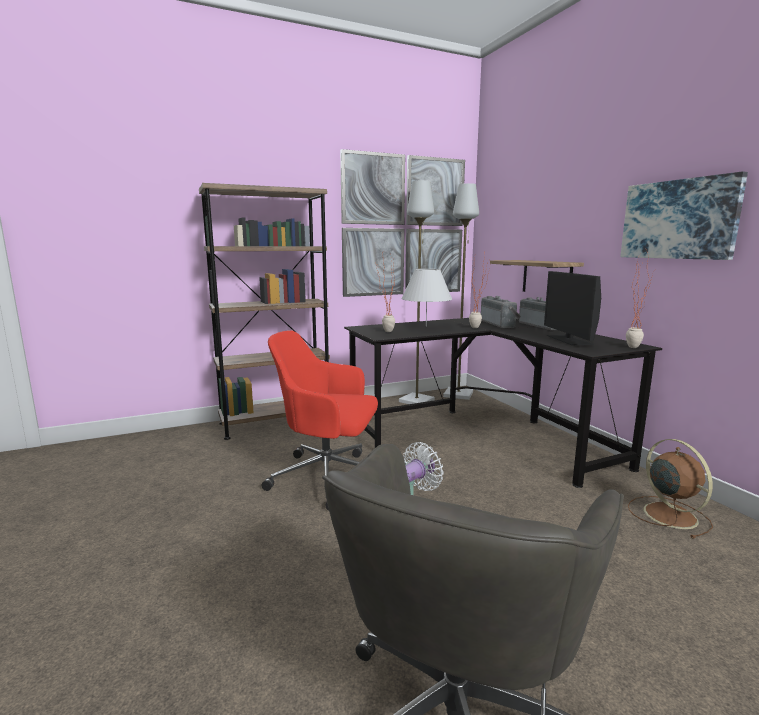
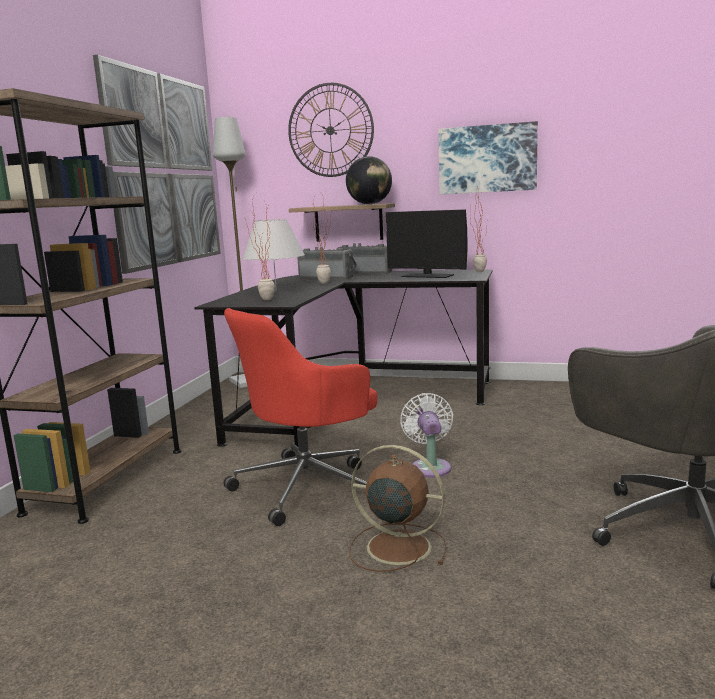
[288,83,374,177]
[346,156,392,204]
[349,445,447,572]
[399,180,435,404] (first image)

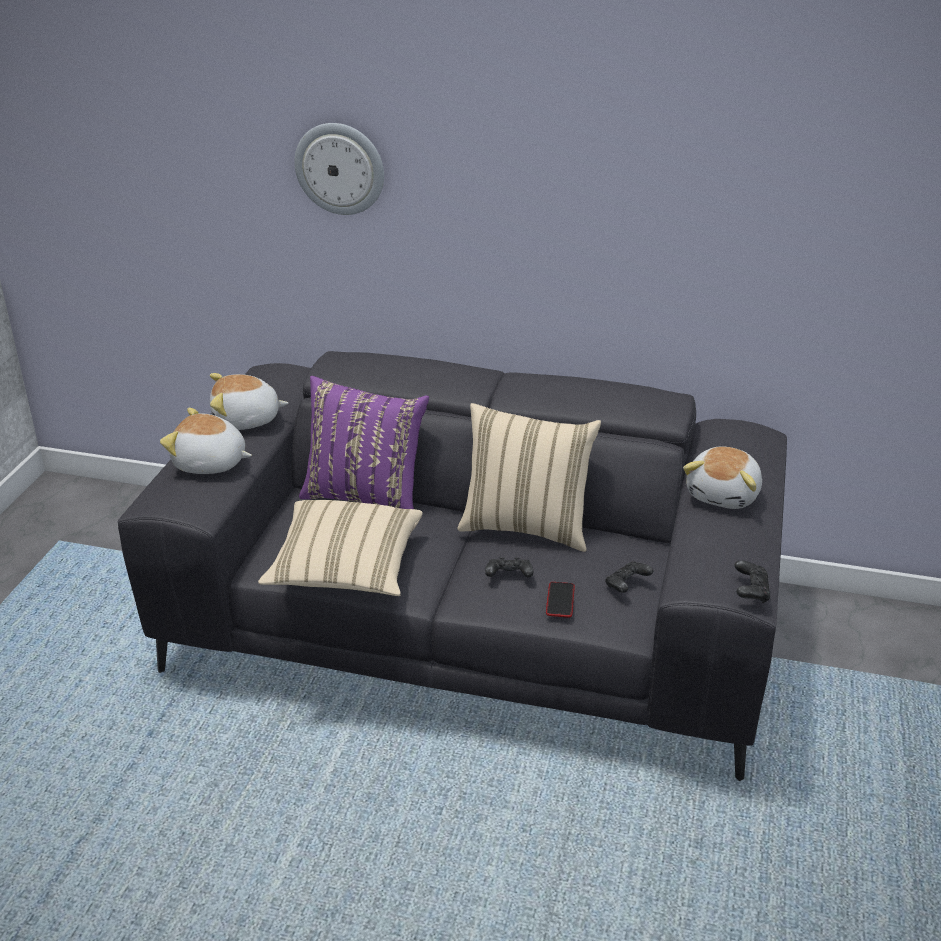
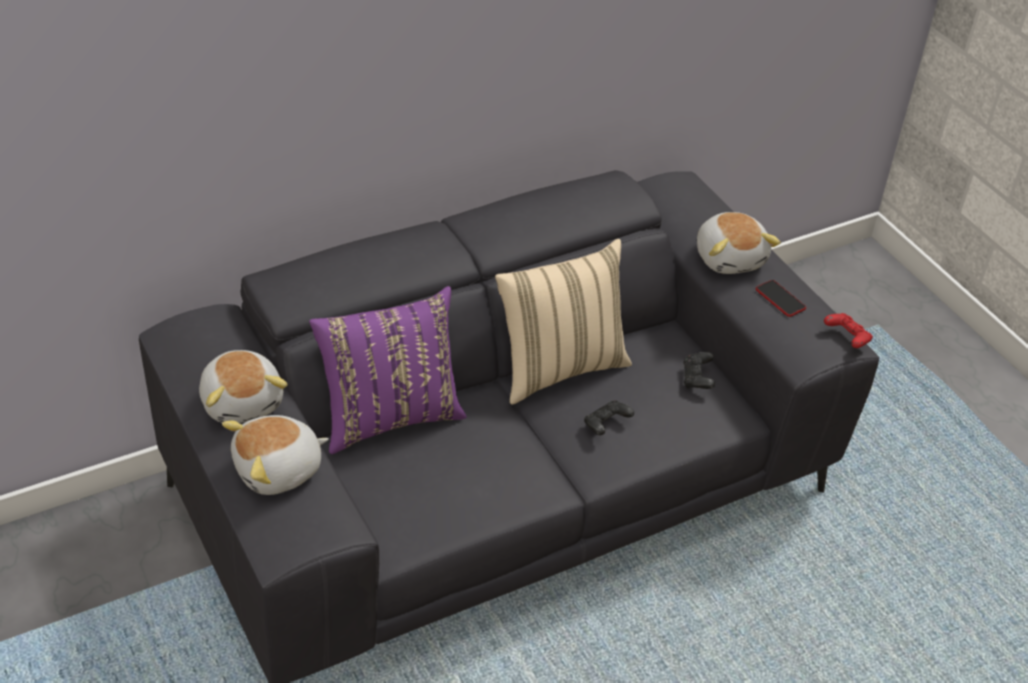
[199,350,288,423]
[756,280,806,317]
[824,313,873,348]
[258,500,423,596] (first image)
[294,123,384,215] (first image)

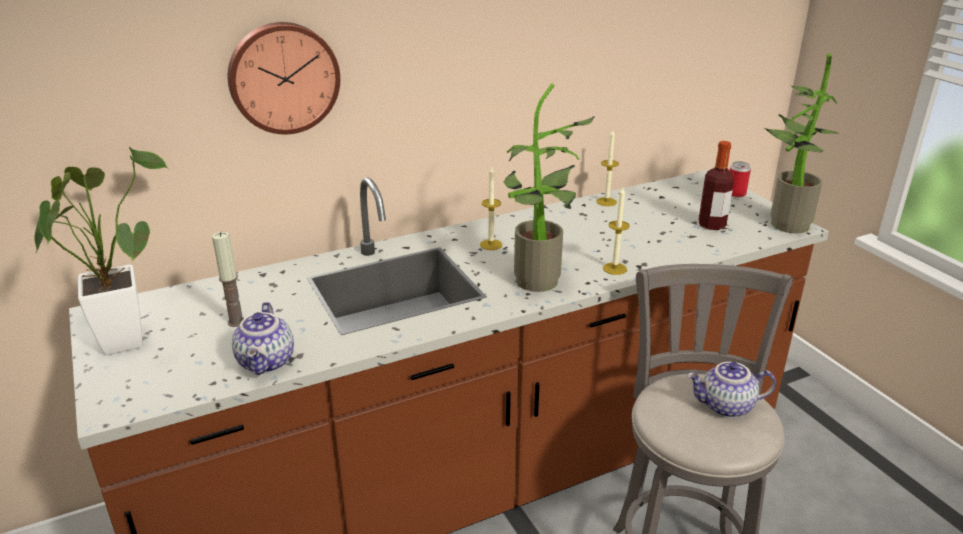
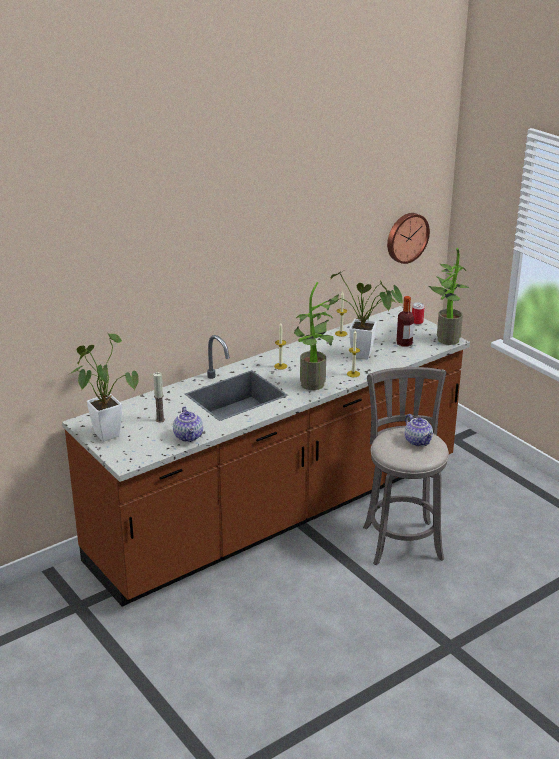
[329,271,403,359]
[387,213,430,264]
[405,414,433,446]

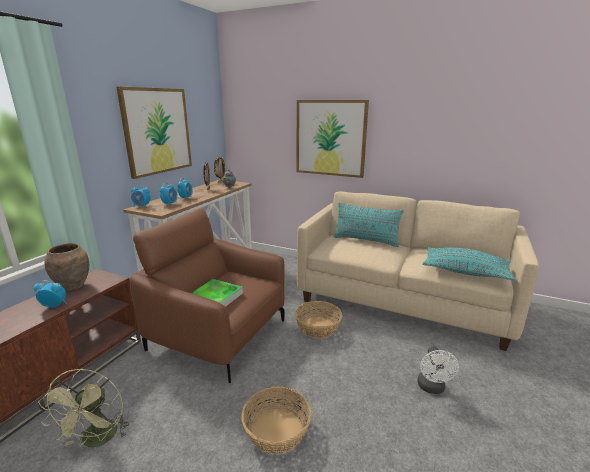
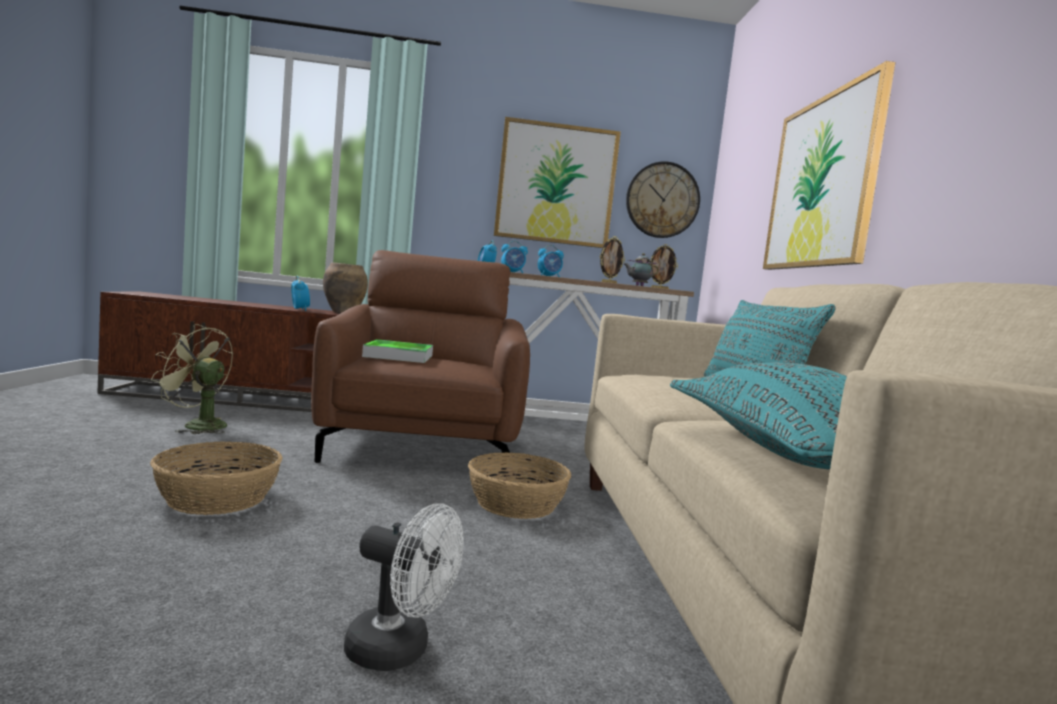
[151,324,233,434]
[344,504,464,671]
[626,161,700,238]

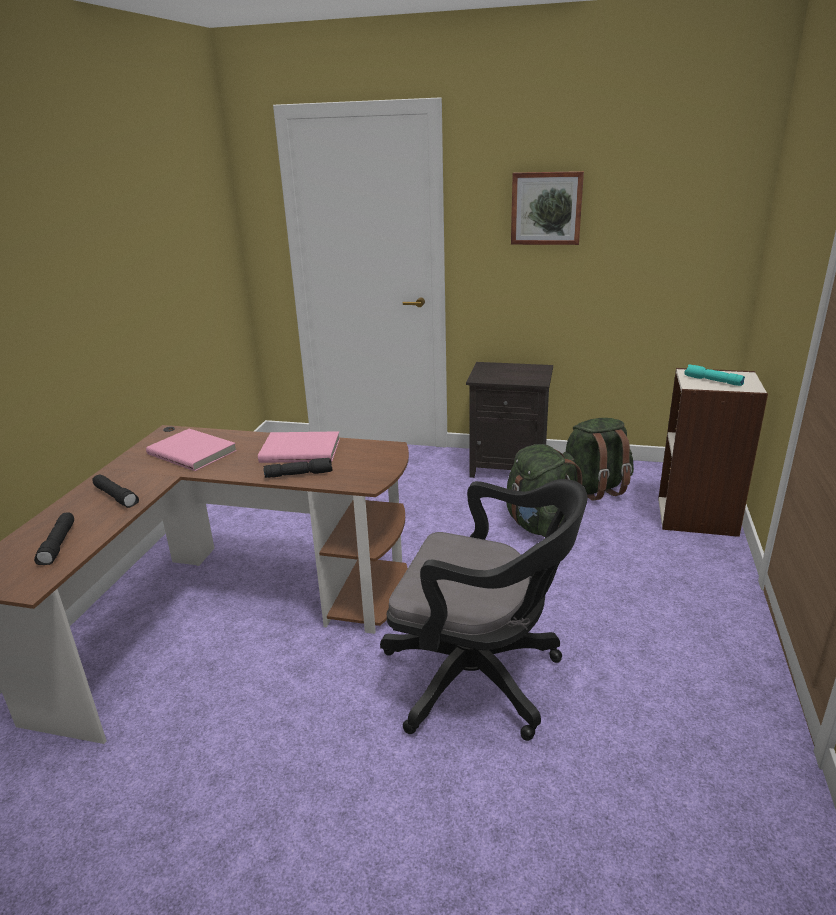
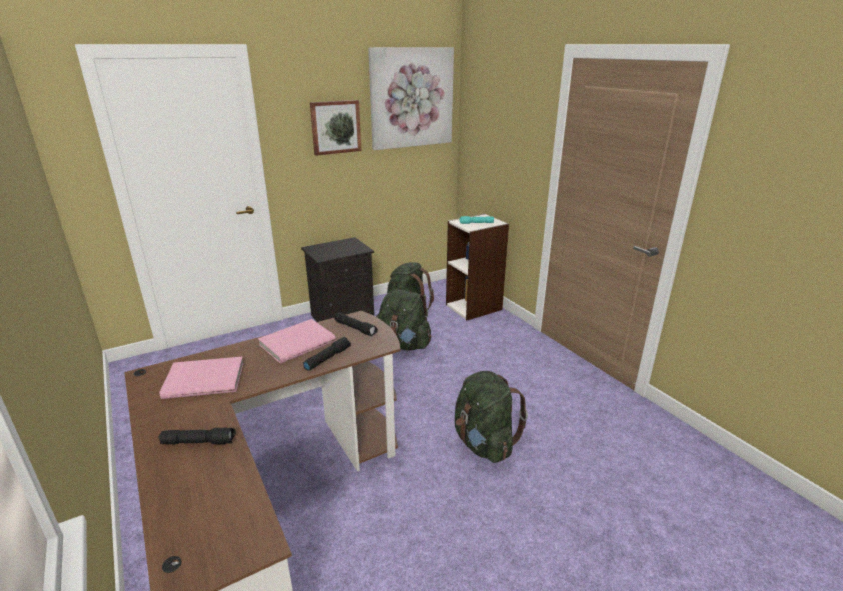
[334,313,378,336]
[368,47,454,150]
[455,371,528,463]

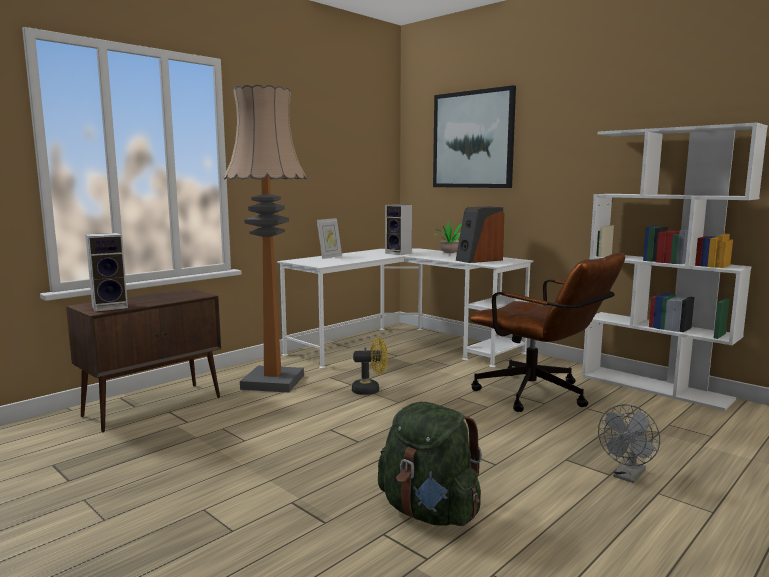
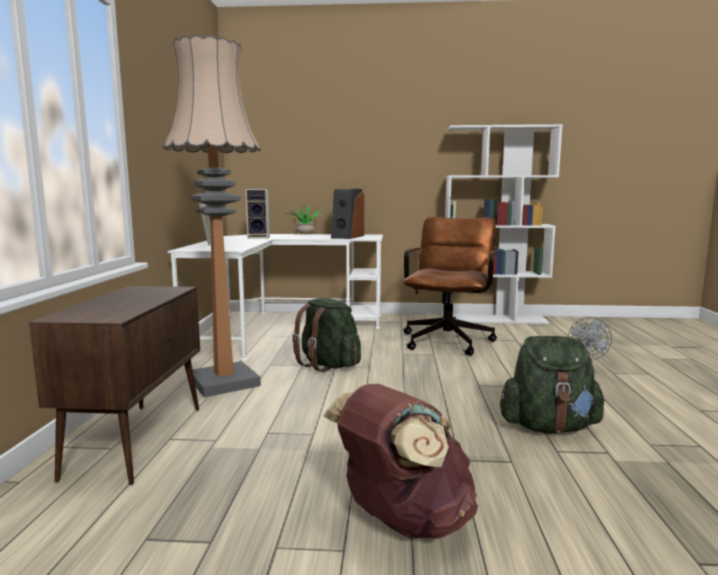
[292,298,361,372]
[323,384,478,539]
[403,216,498,356]
[85,233,128,312] (first image)
[433,85,516,188] (first image)

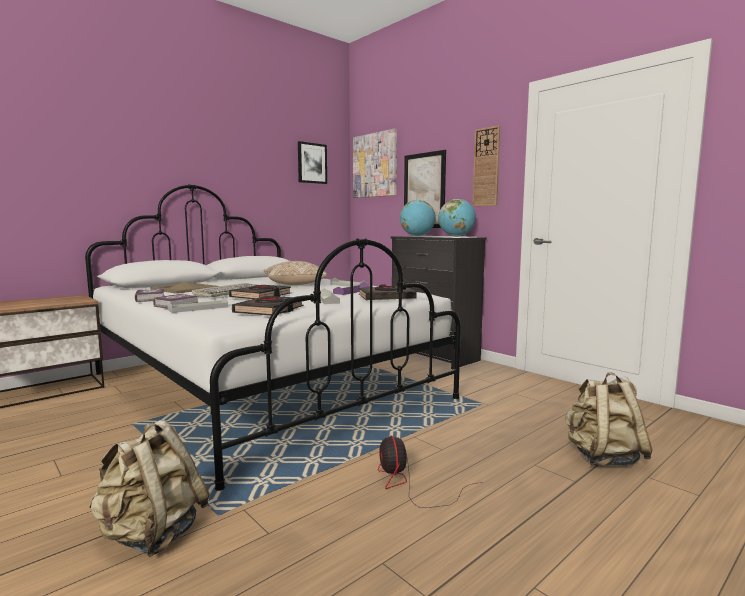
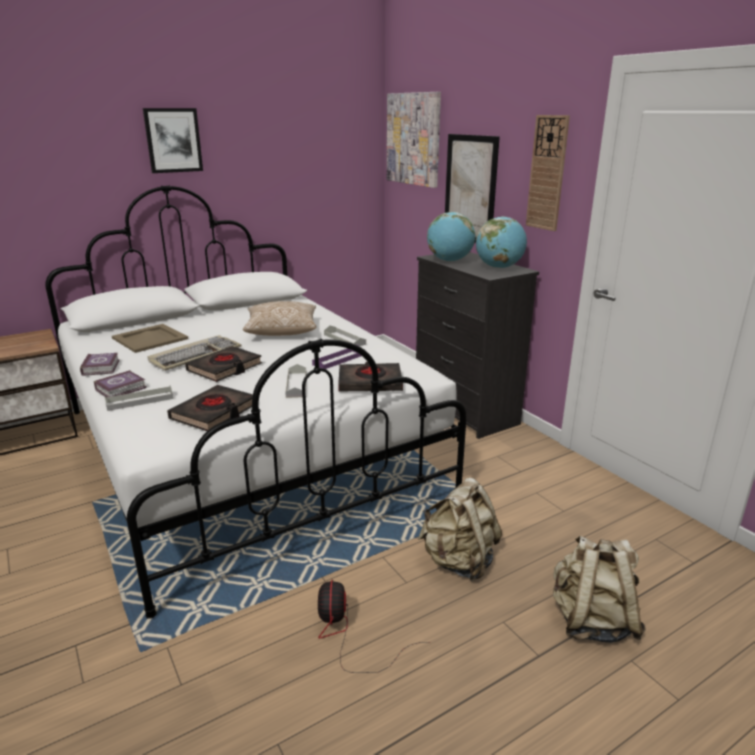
[143,108,203,173]
[418,478,502,582]

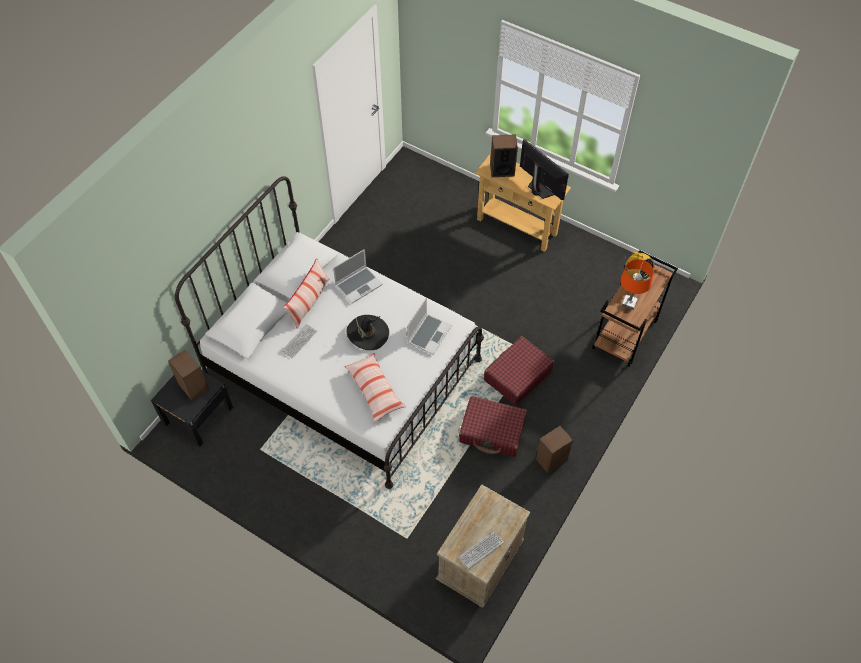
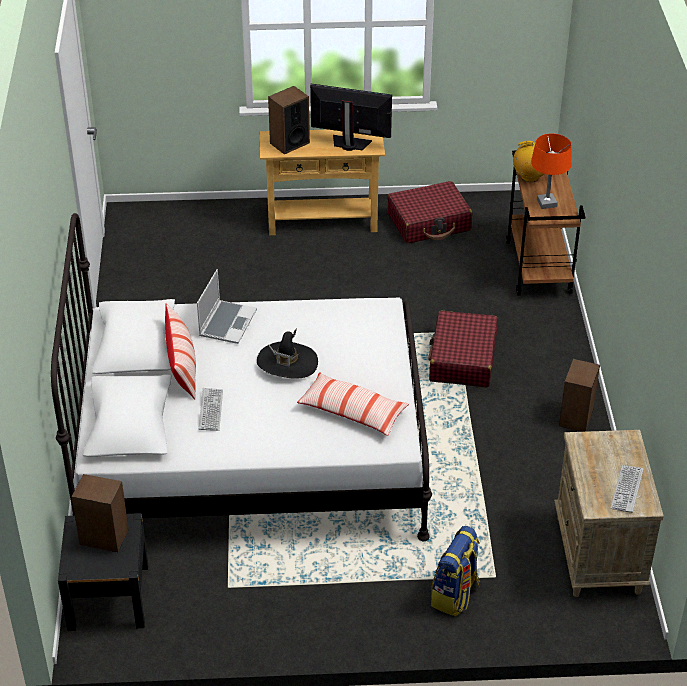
[387,181,472,243]
[431,526,480,616]
[407,297,452,355] (first image)

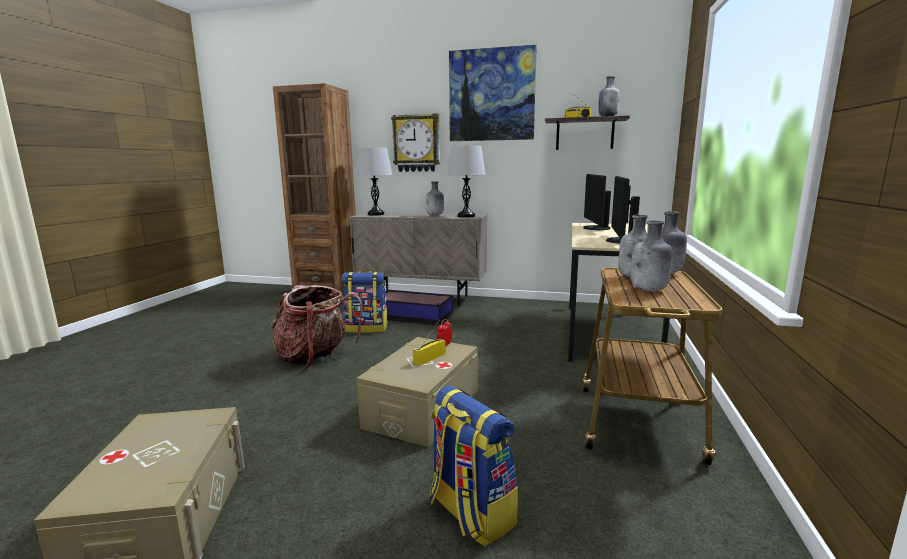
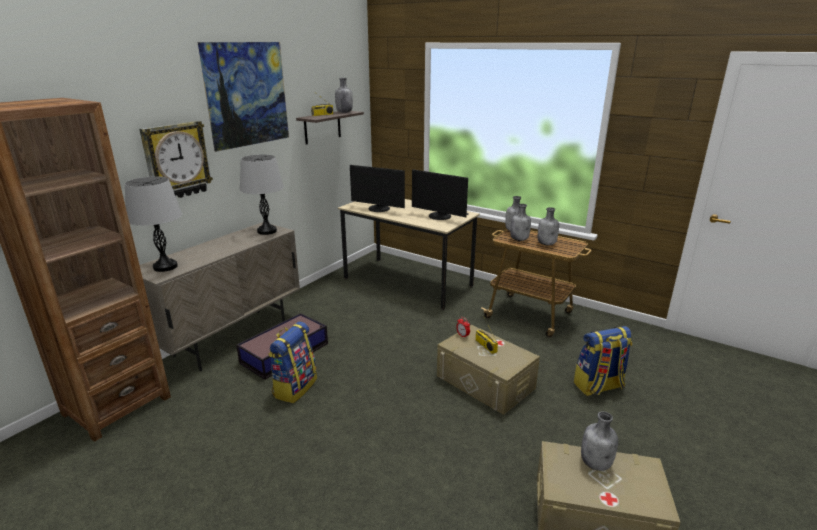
[581,411,618,471]
[271,285,362,369] (first image)

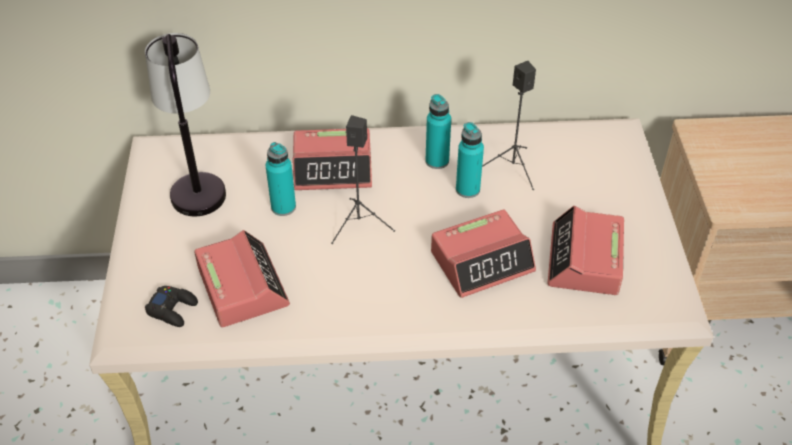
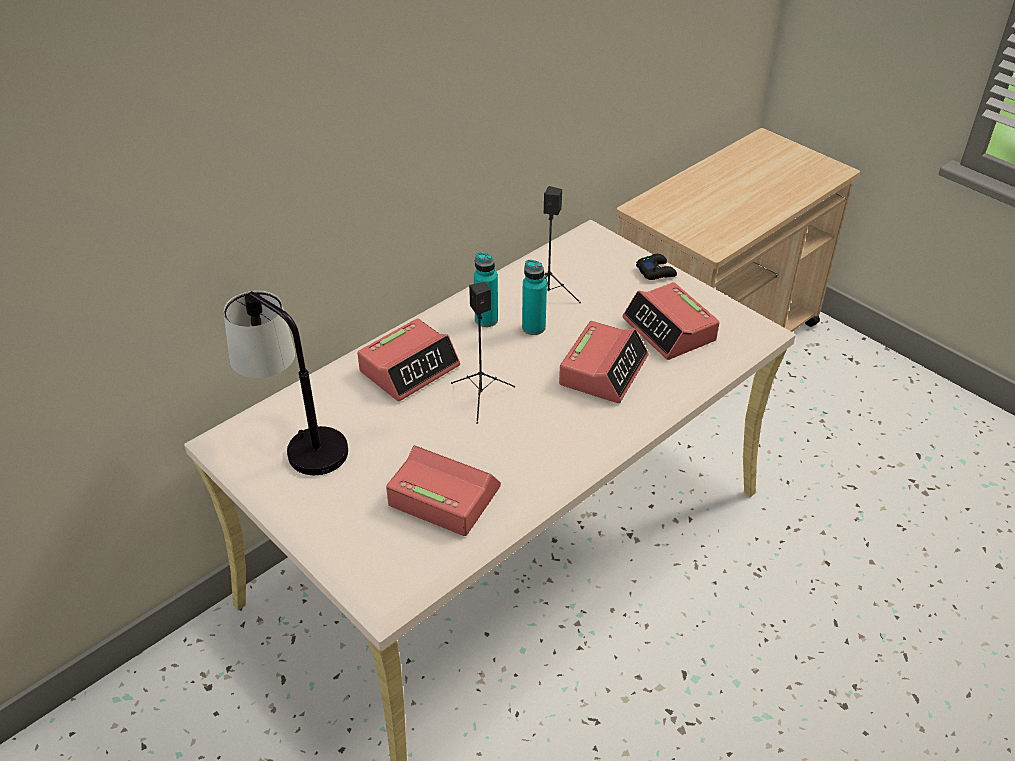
[636,254,677,280]
[266,142,296,216] (first image)

